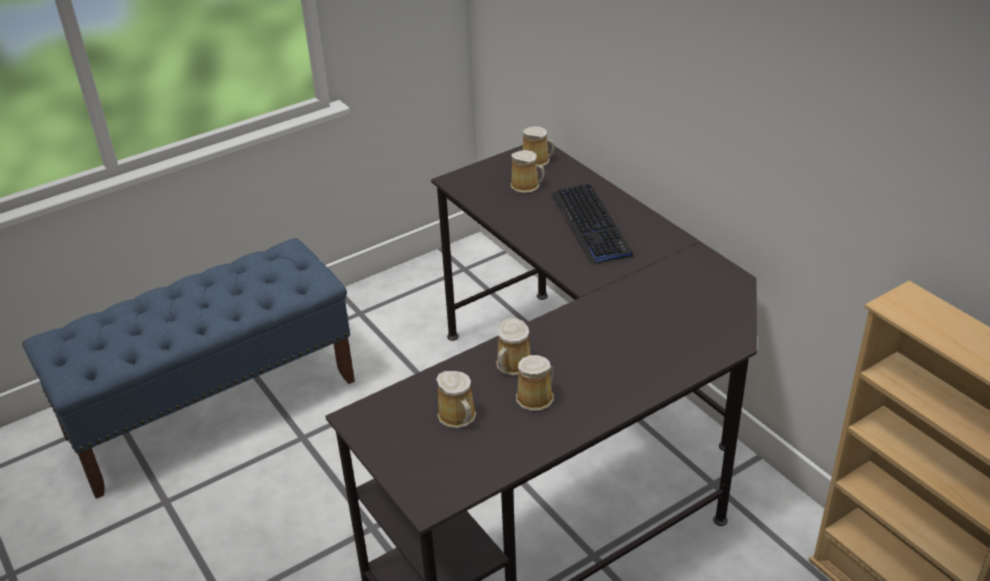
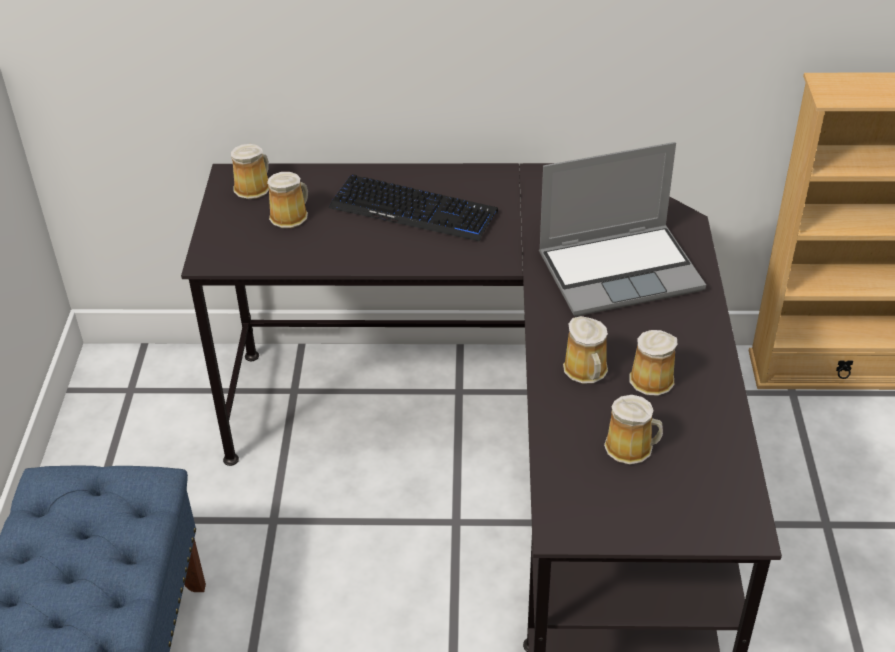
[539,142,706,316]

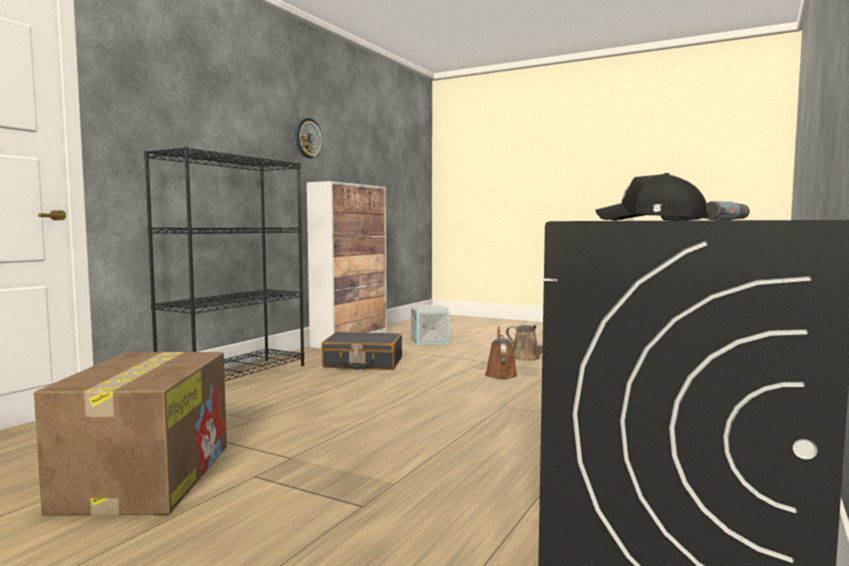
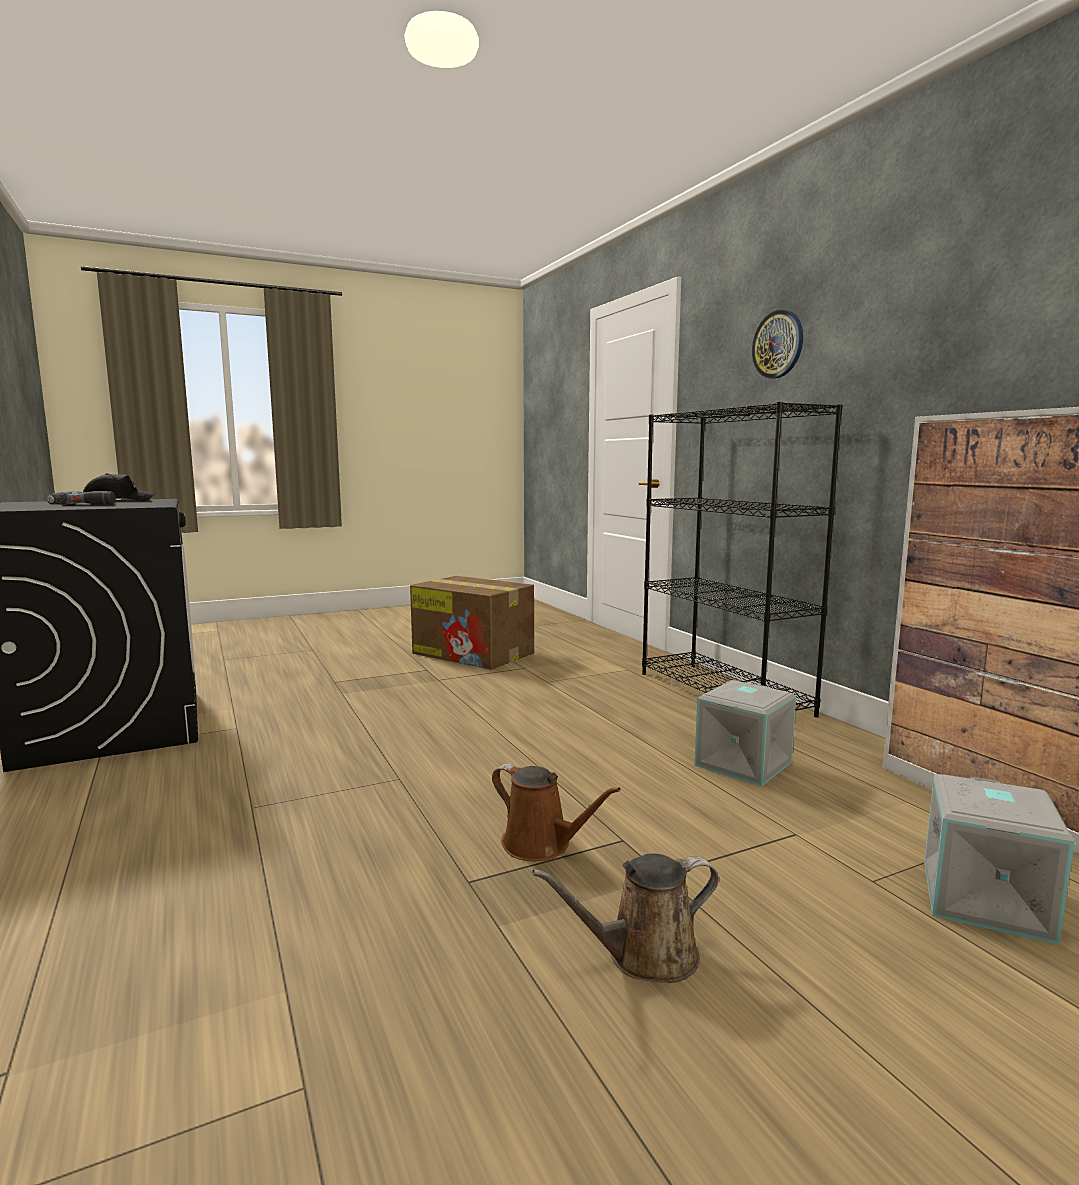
[695,680,796,786]
[752,310,803,379]

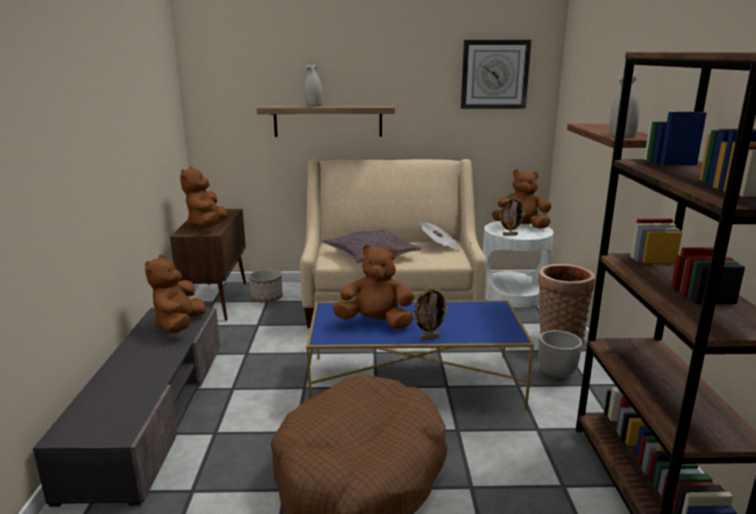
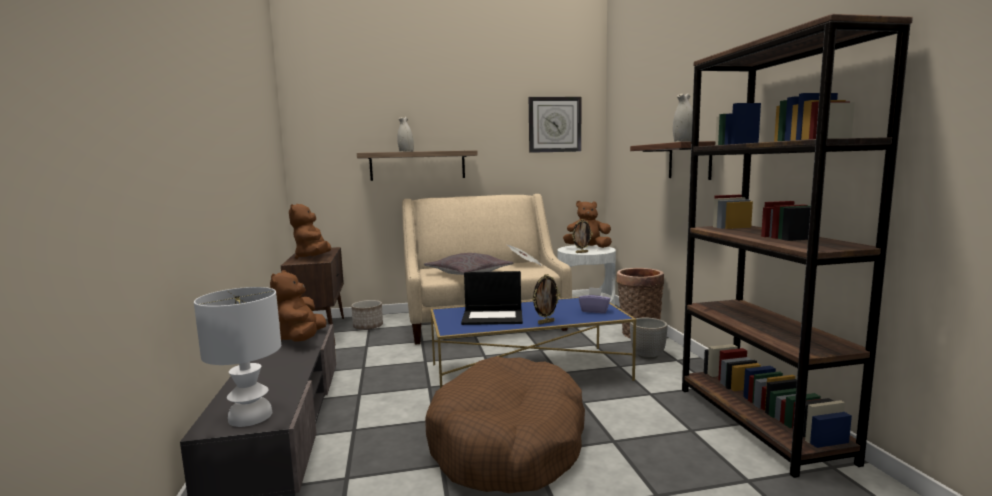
[194,287,281,427]
[461,271,523,325]
[578,287,611,313]

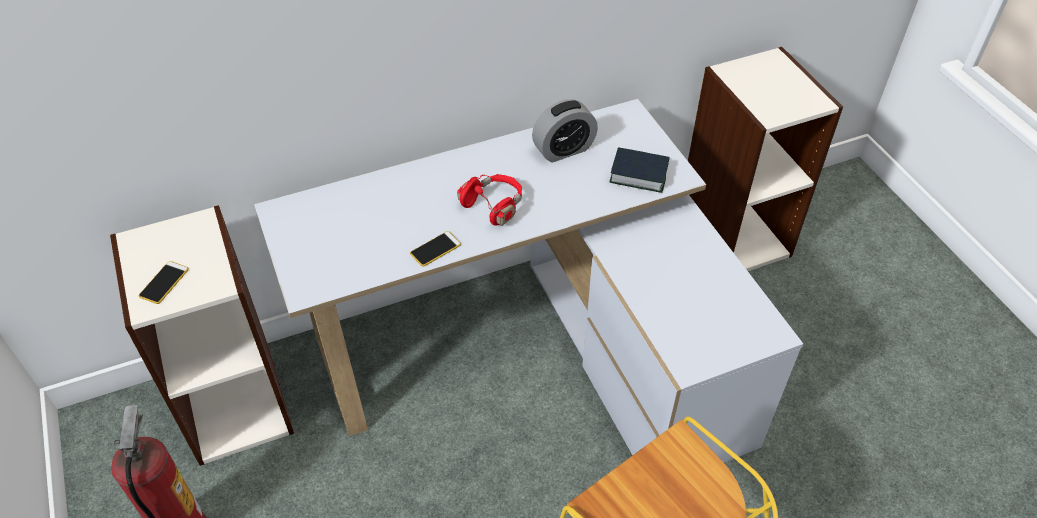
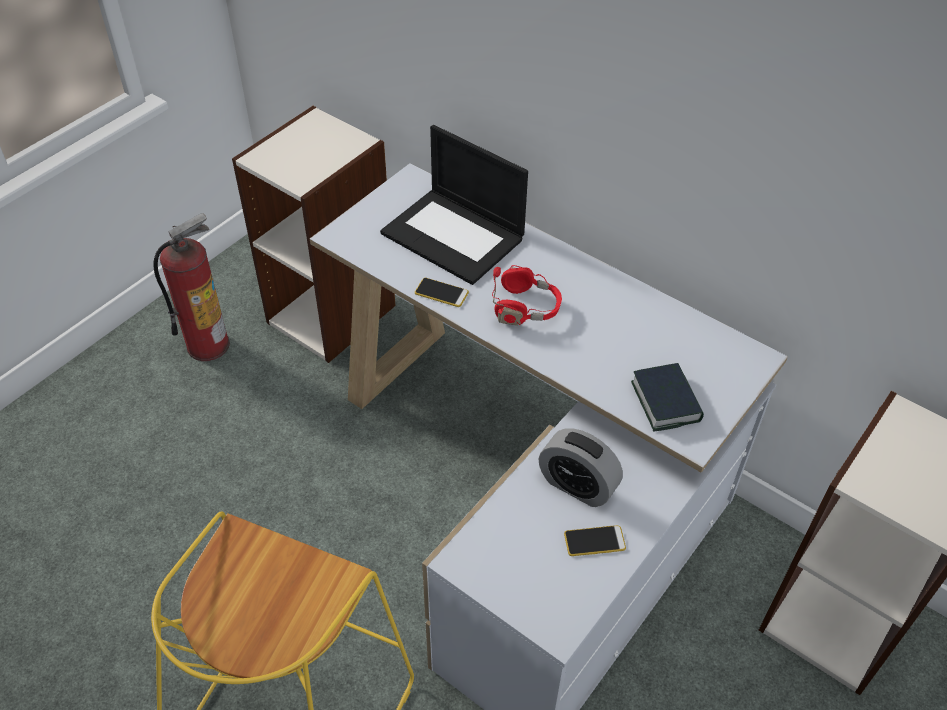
[380,125,528,285]
[539,428,623,507]
[564,525,626,556]

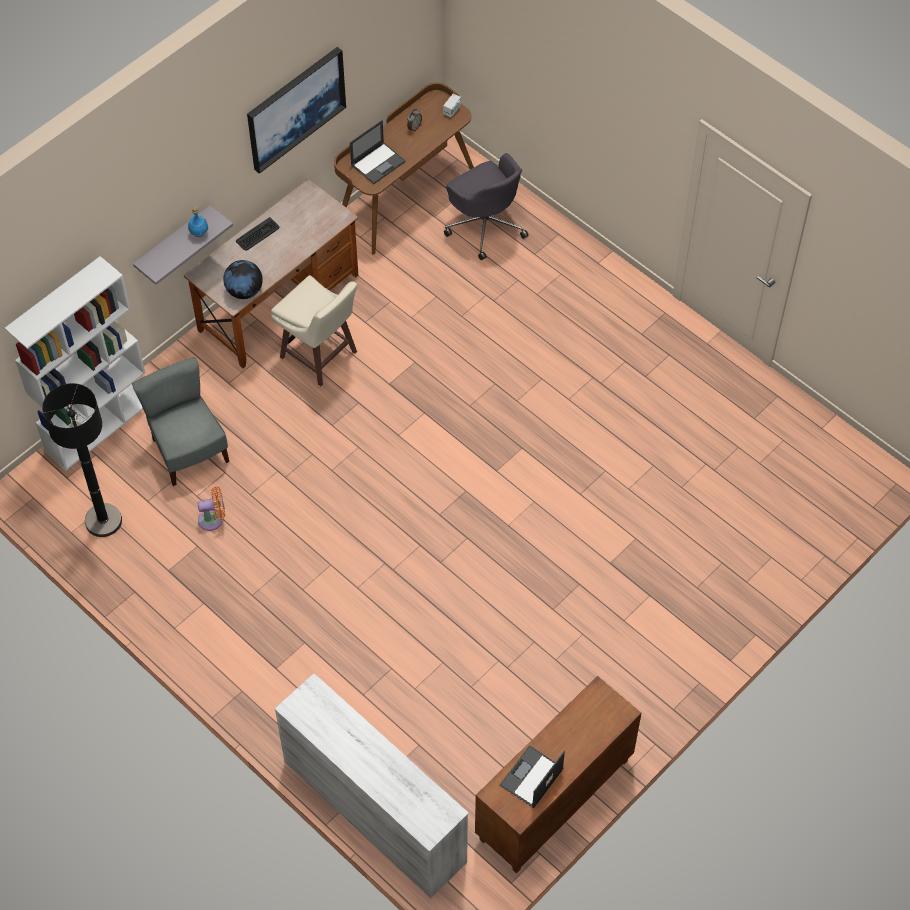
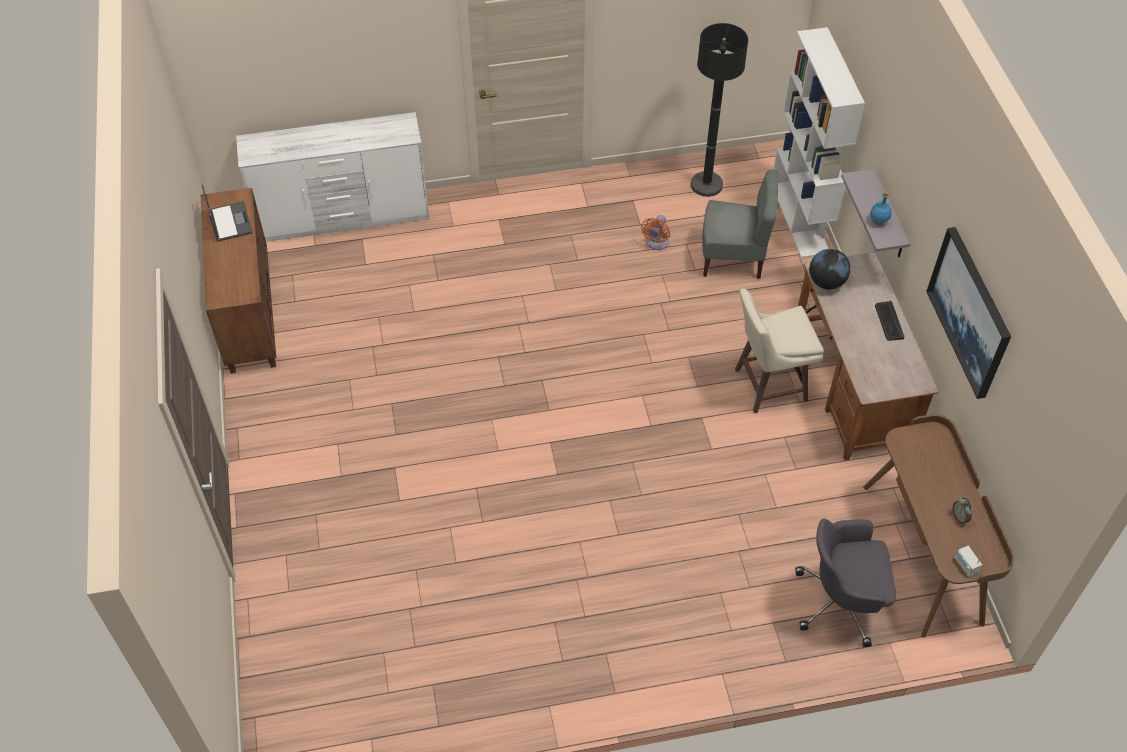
[350,120,406,184] (first image)

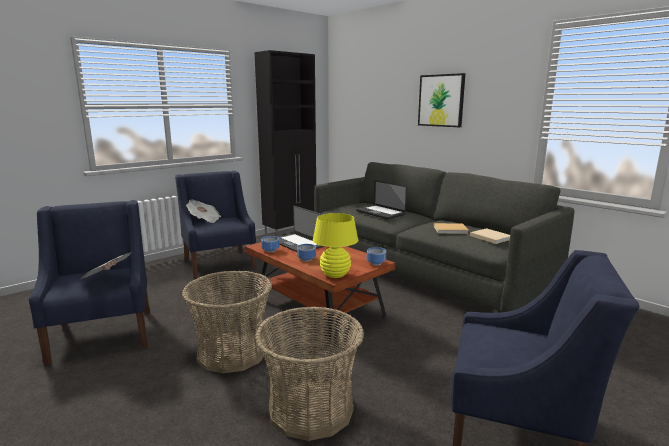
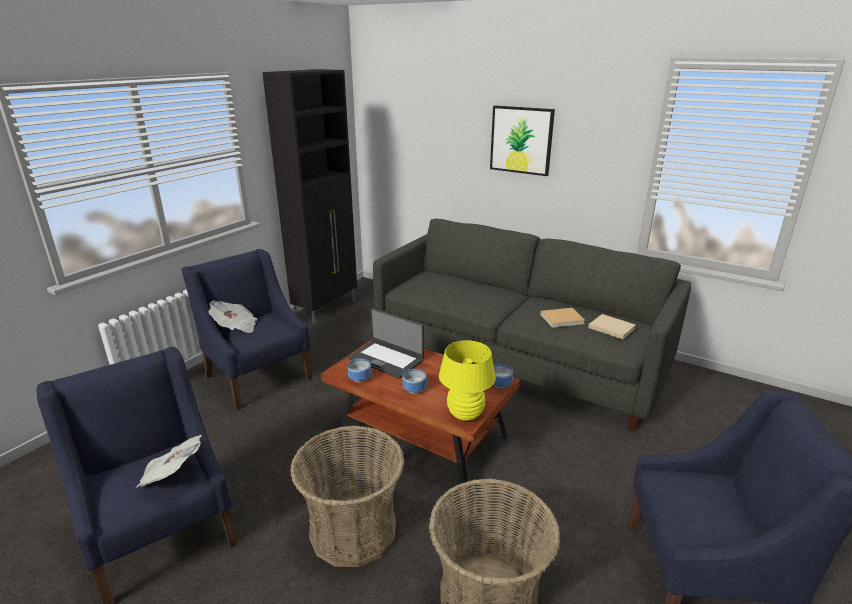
[356,180,407,219] (first image)

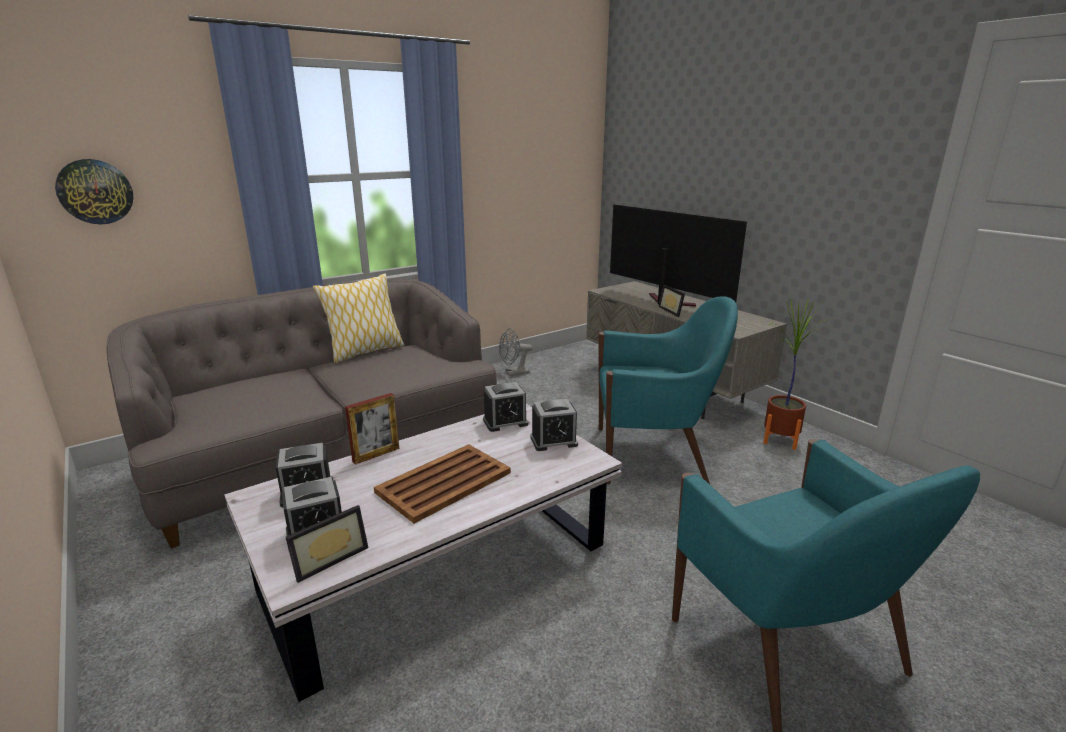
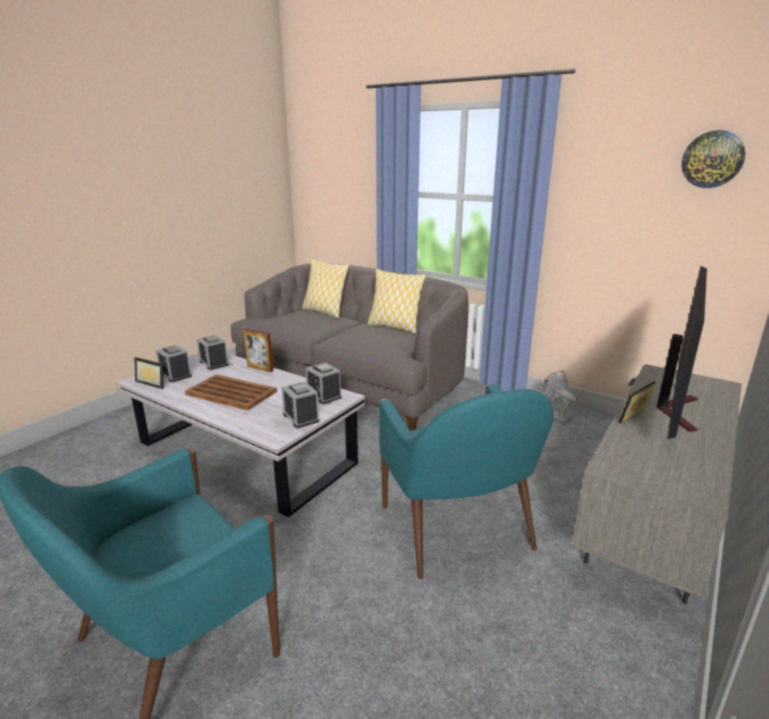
[302,258,350,319]
[681,130,745,188]
[763,297,830,450] (first image)

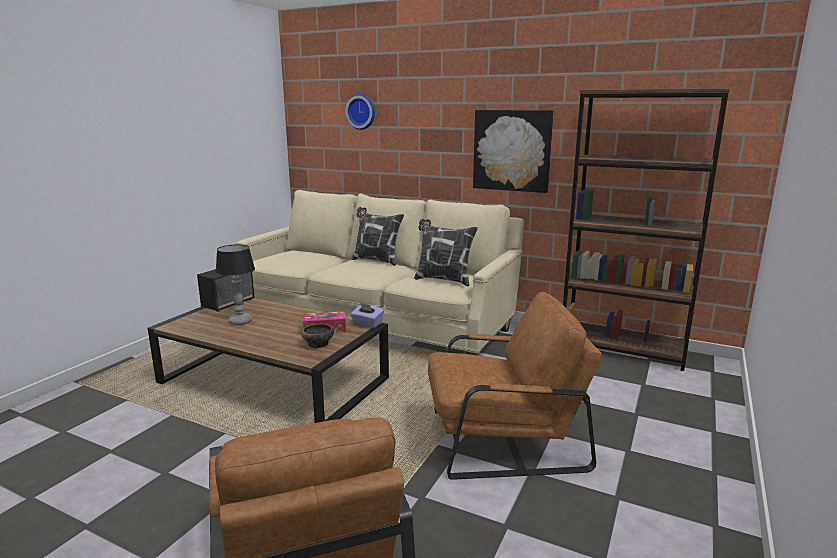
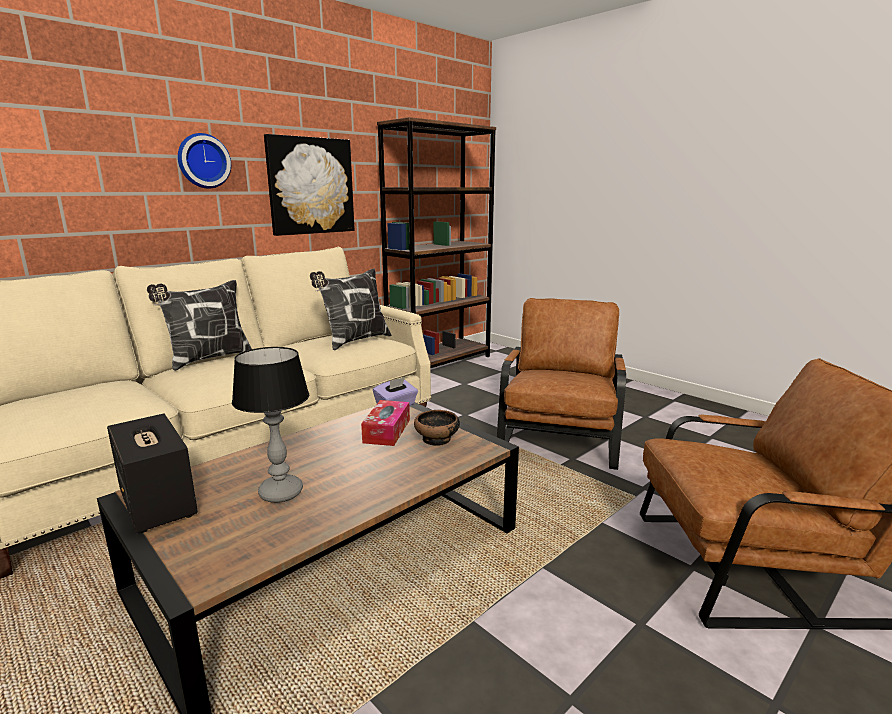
[178,133,231,189]

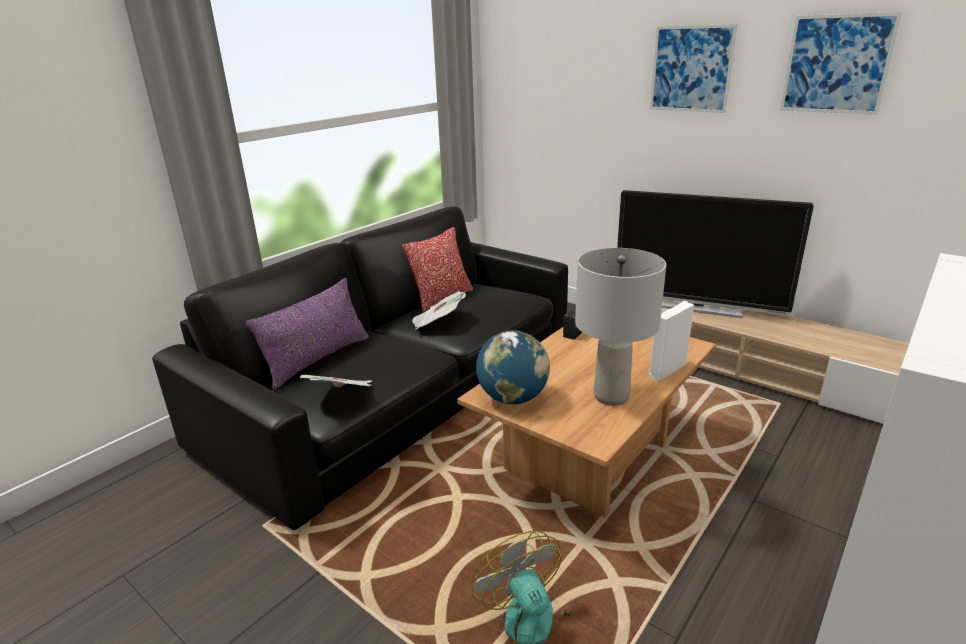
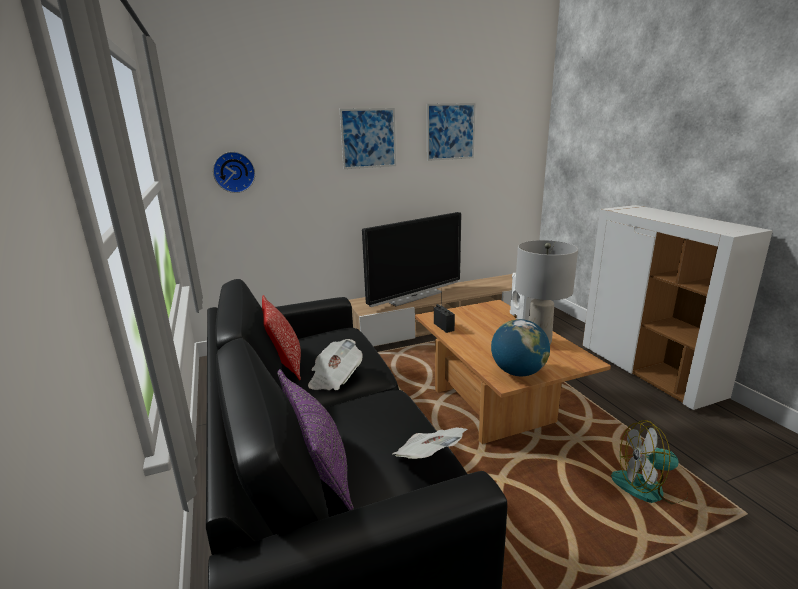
[213,152,255,193]

